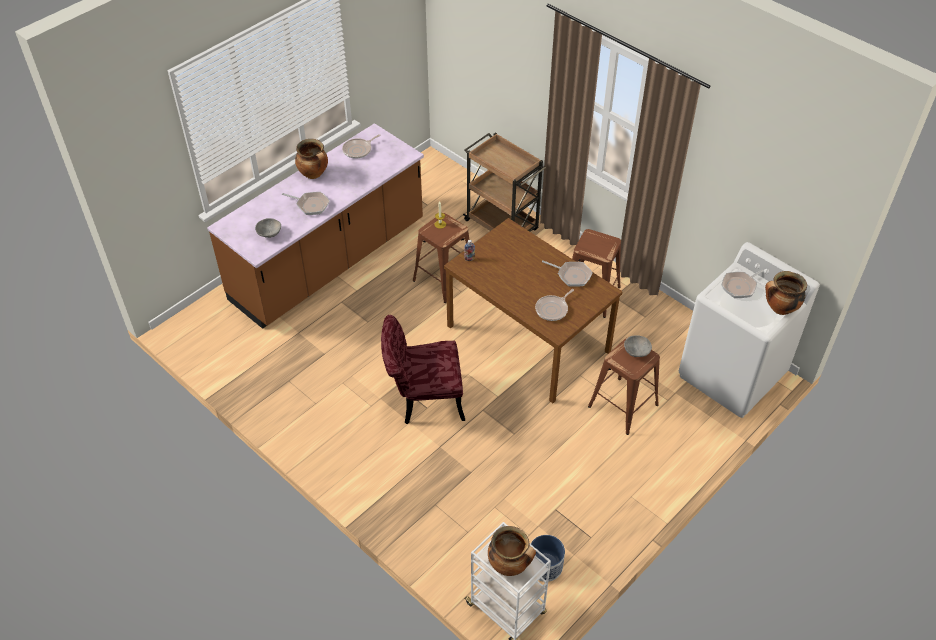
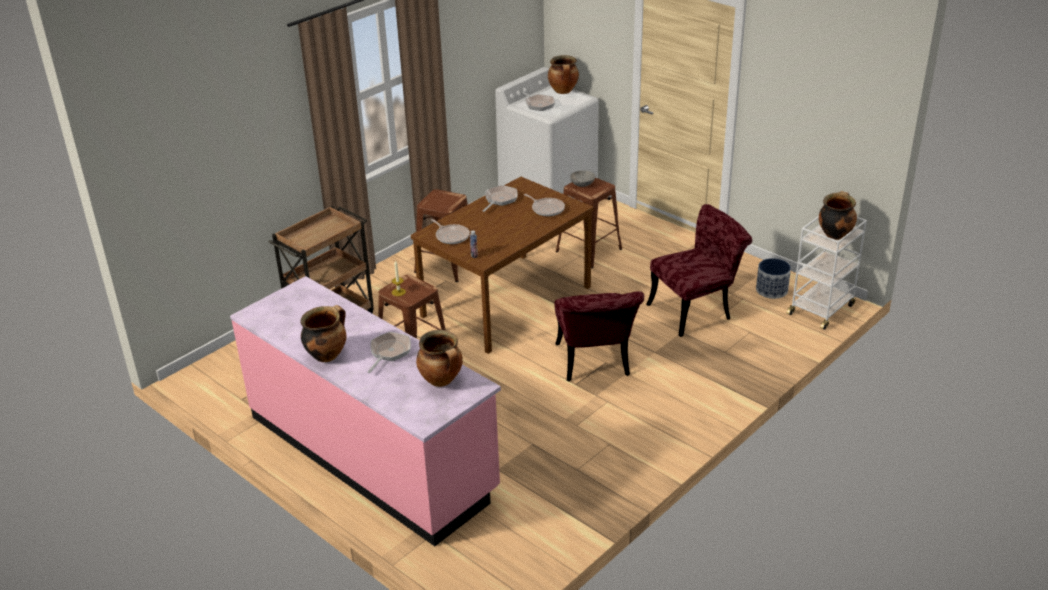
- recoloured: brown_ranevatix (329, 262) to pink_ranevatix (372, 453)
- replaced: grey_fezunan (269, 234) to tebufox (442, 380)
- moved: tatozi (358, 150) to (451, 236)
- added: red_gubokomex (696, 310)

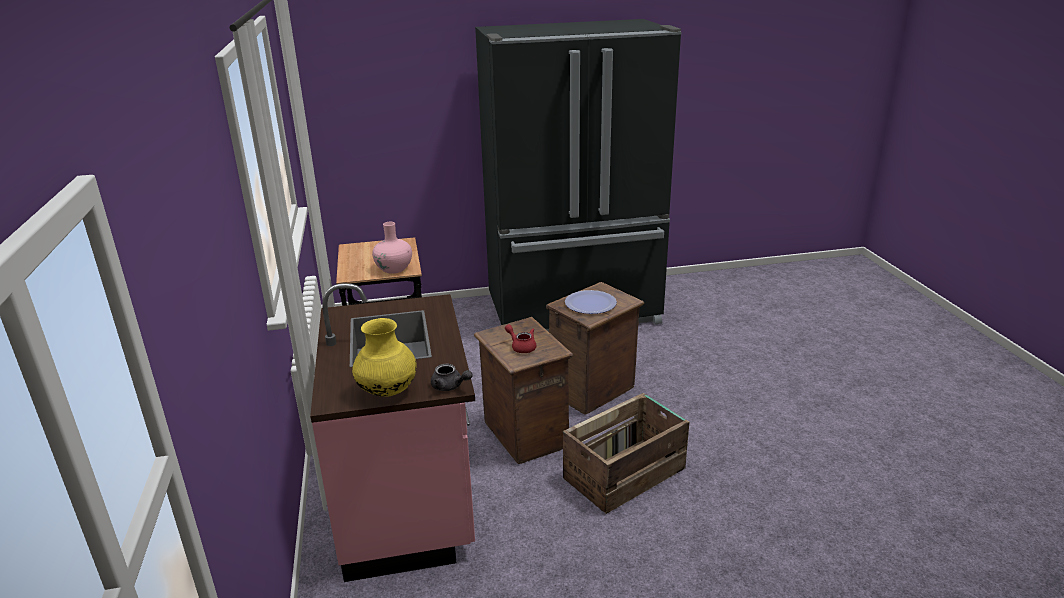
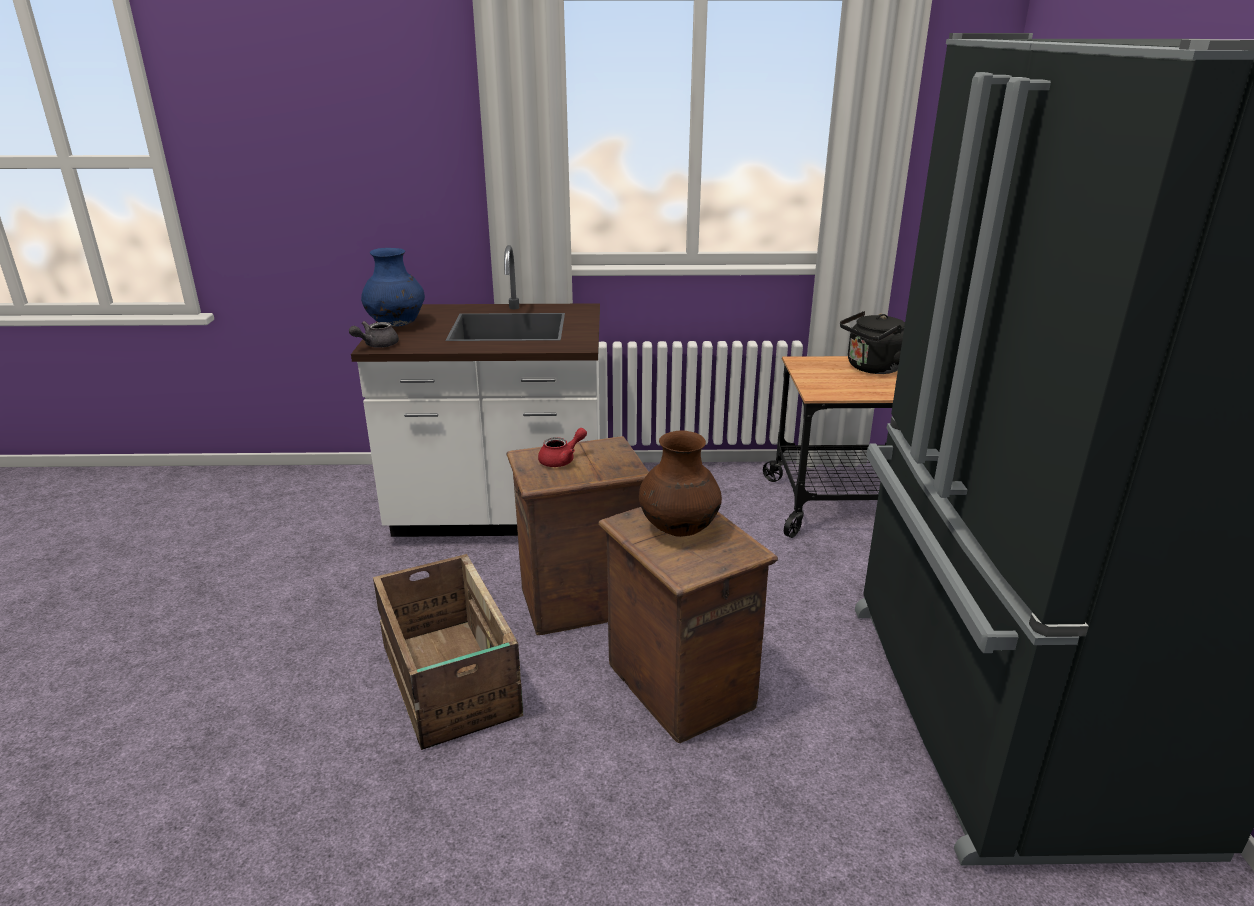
- recoloured: pink_ranevatix (408, 501) to white_ranevatix (500, 514)
- recoloured: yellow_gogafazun (388, 391) to blue_gogafazun (396, 325)
- removed: pink_gogafazun (394, 269)
- replaced: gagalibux (590, 303) to brown_gogafazun (678, 529)
- added: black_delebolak (872, 368)

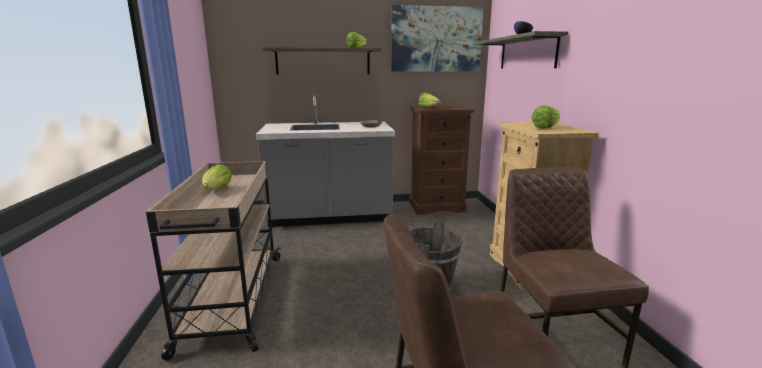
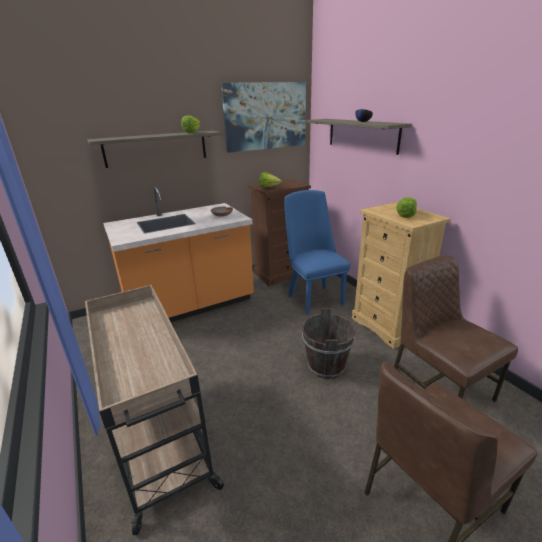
- removed: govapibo (217, 190)
- recoloured: grey_ranevatix (330, 216) to orange_ranevatix (190, 305)
- added: blue_gubokomex (313, 297)

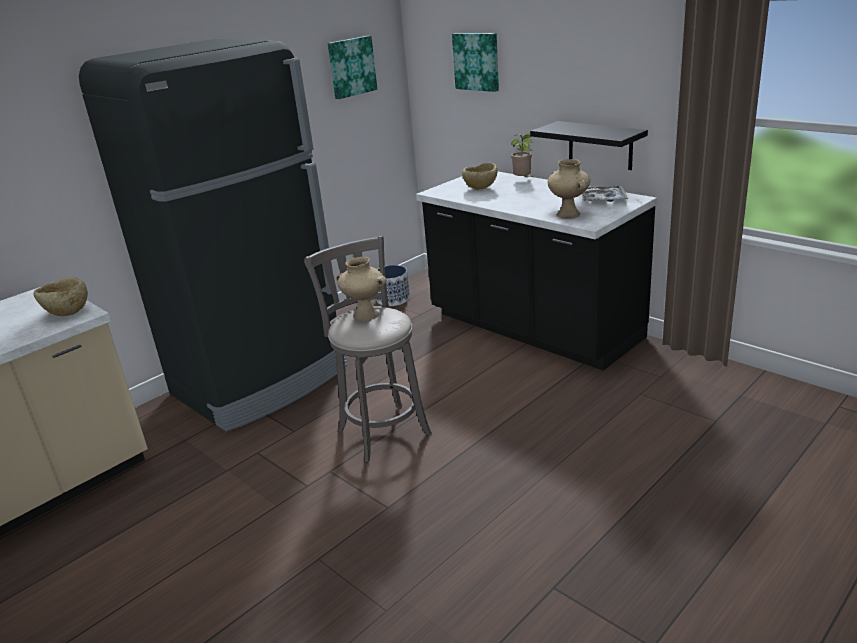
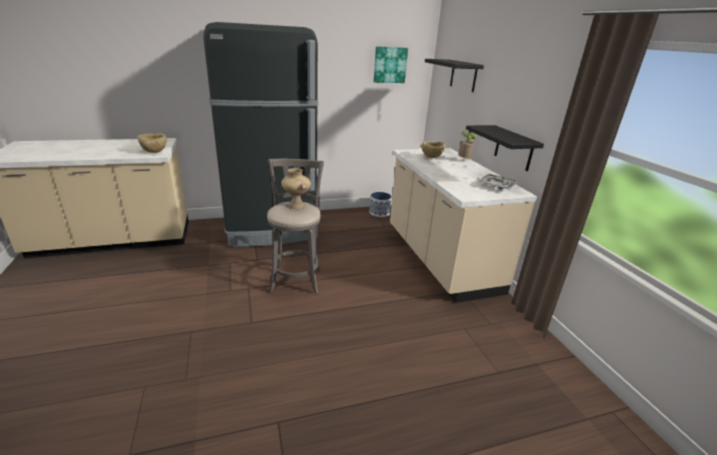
- recoloured: black_ranevatix (533, 328) to beige_ranevatix (439, 259)
- replaced: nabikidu (477, 61) to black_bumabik (463, 75)
- removed: beige_gogafazun (569, 214)

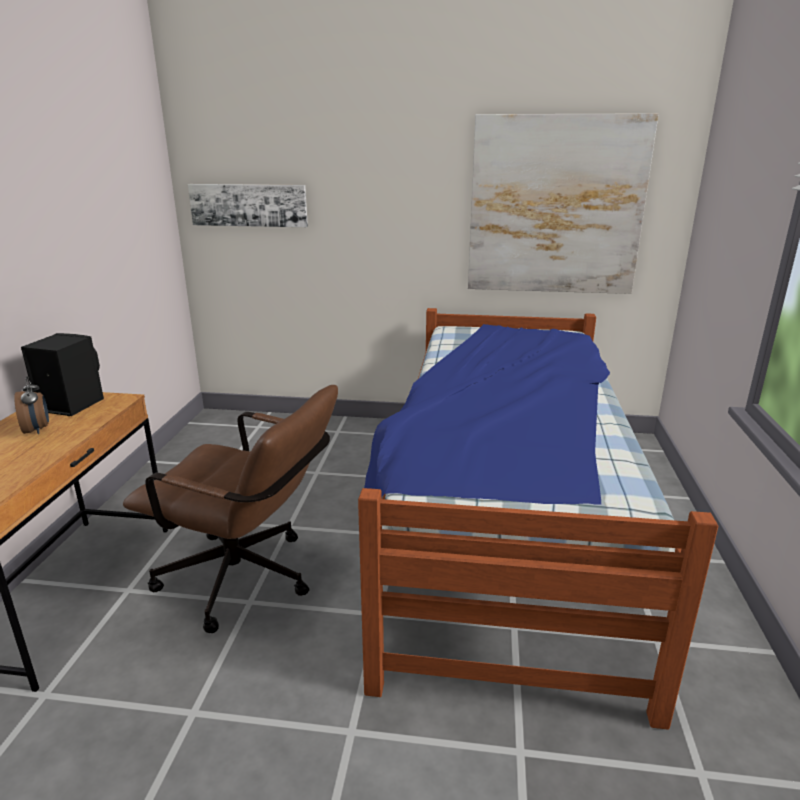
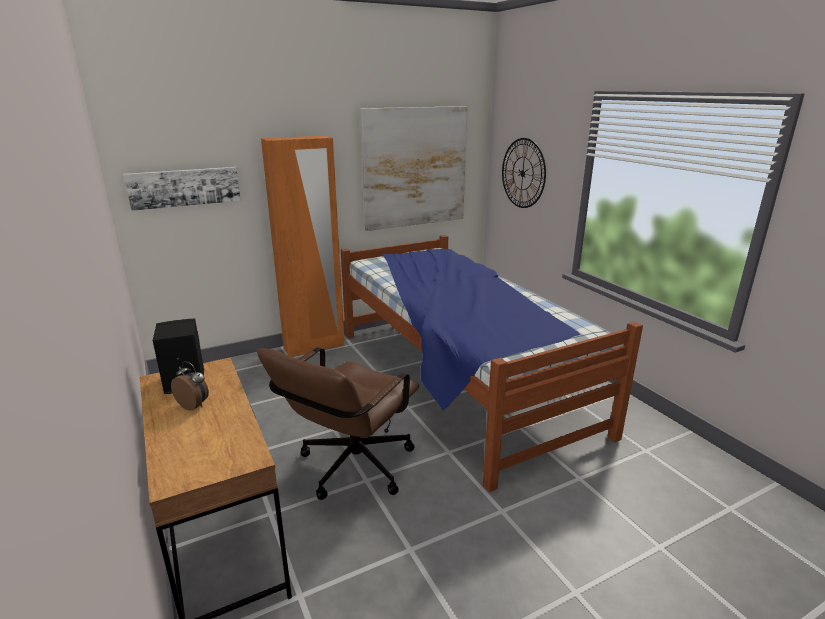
- turned: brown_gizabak (248, 581) = (350, 470) 135 degrees clockwise
- added: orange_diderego (314, 347)
- added: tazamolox (523, 173)

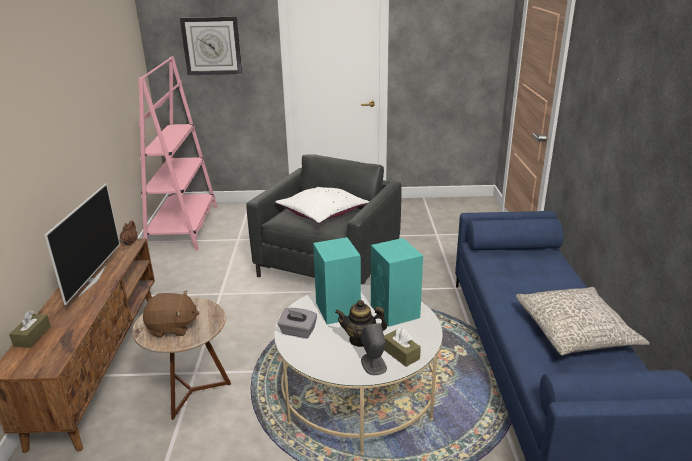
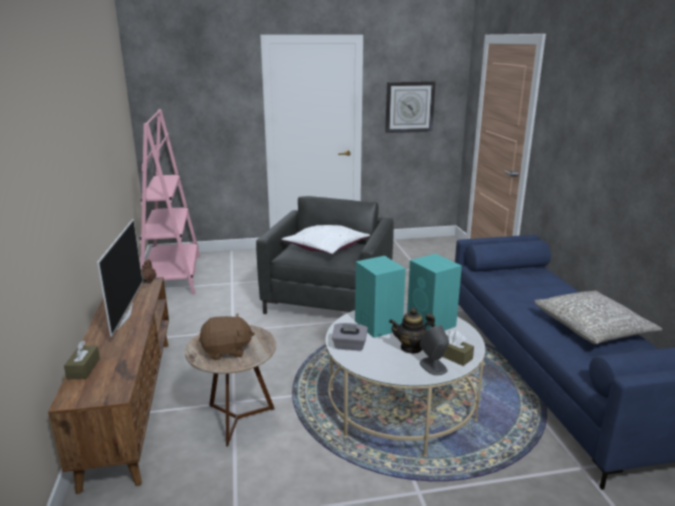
- moved: tazamolox (212, 46) to (409, 107)

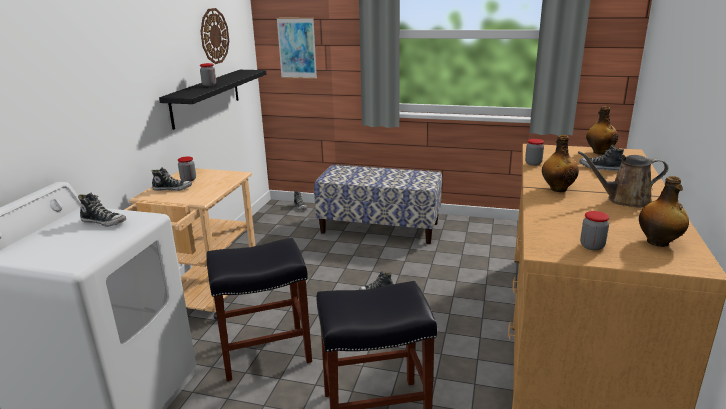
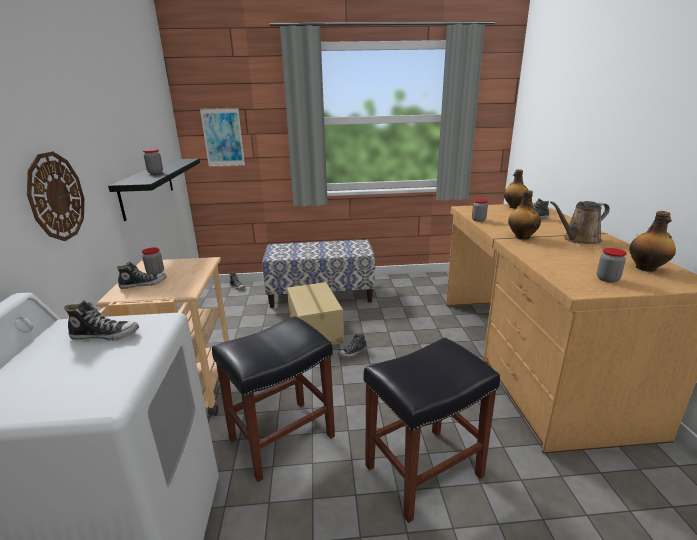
- moved: tazamolox (214, 36) to (56, 196)
- added: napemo (316, 329)

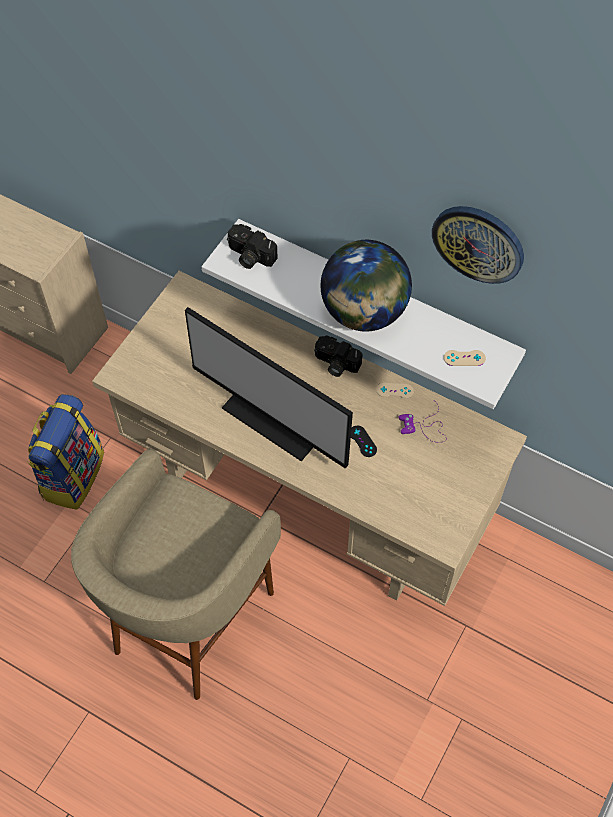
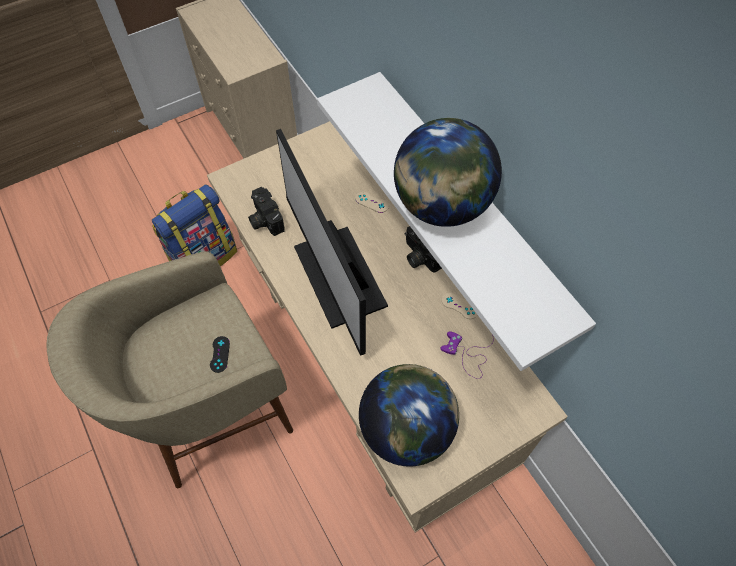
- moved: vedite (249, 256) to (264, 219)
- moved: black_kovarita (363, 441) to (220, 354)
- removed: tazamolox (478, 243)
- moved: beige_kovarita (464, 358) to (371, 202)
- added: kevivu (407, 429)

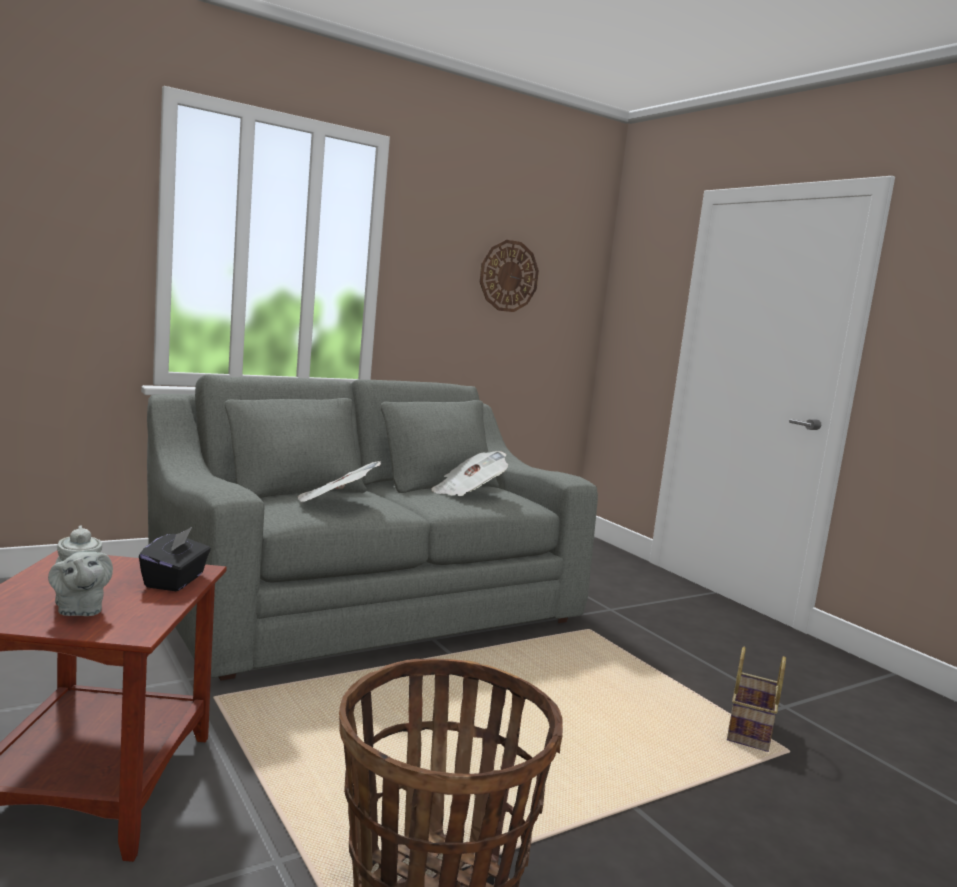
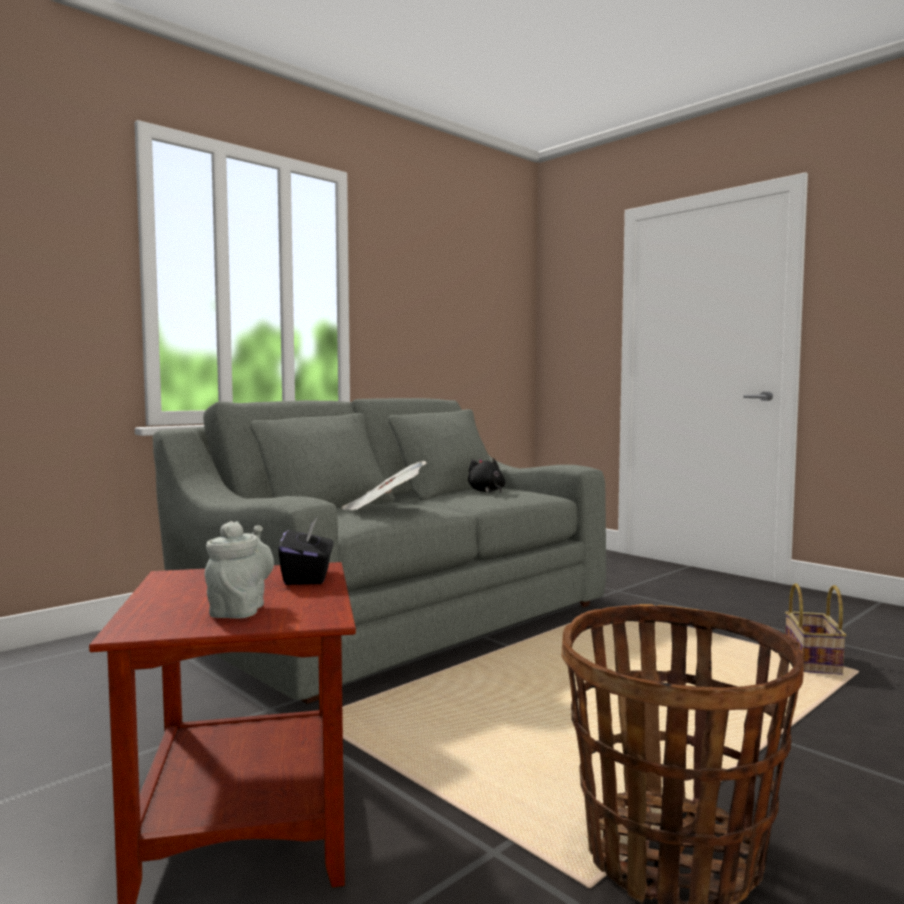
- turned: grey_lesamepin (79, 609) = (239, 609) 135 degrees counterclockwise
- replaced: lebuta (468, 492) to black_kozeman (487, 491)
- removed: tazamolox (508, 276)

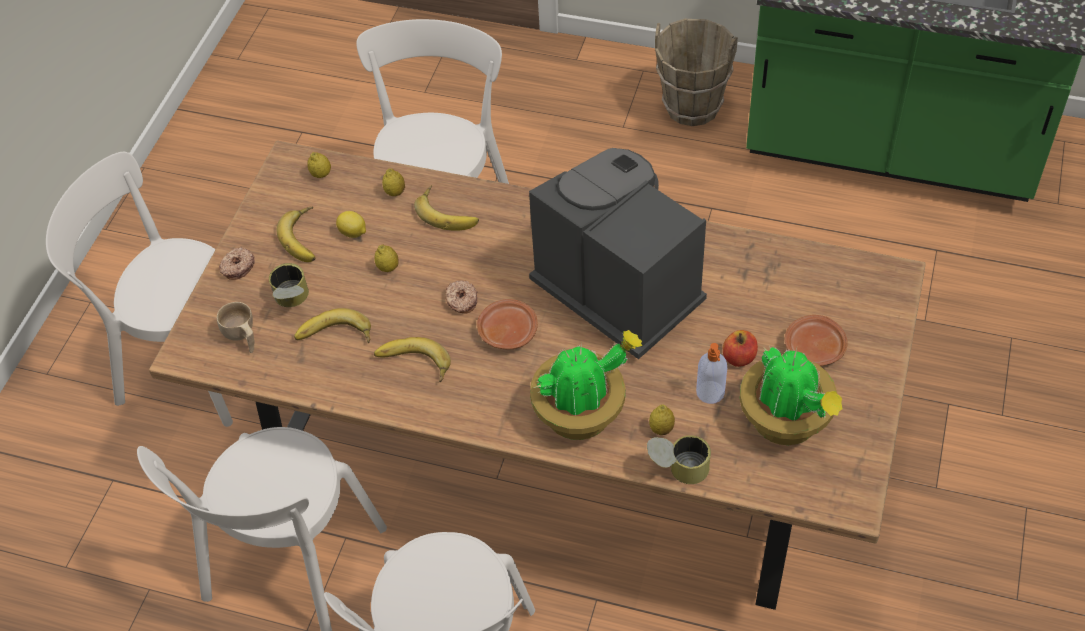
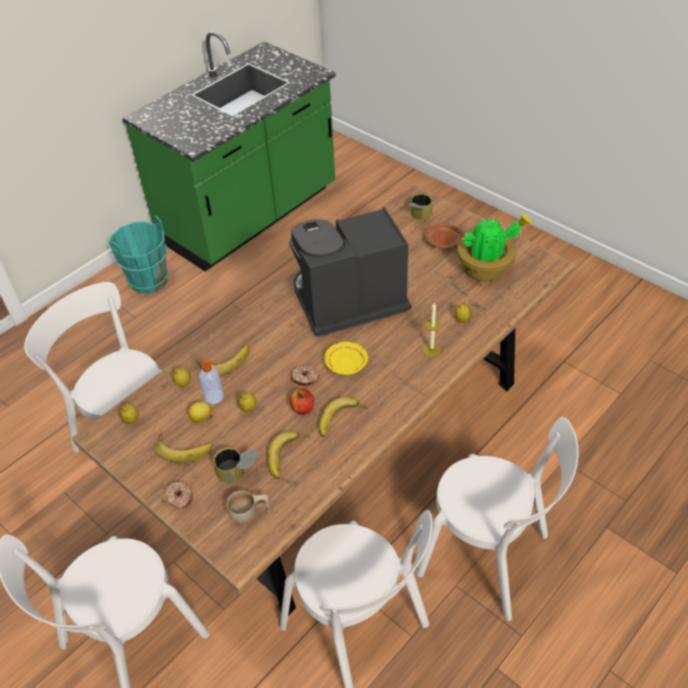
- recoloured: brown_gagalibux (507, 331) to yellow_gagalibux (345, 363)
- replaced: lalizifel (582, 413) to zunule (431, 350)
- moved: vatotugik (677, 469) to (419, 217)
- recoloured: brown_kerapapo (692, 106) to turquoise_kerapapo (148, 281)
- moved: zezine (710, 393) to (215, 397)
- moved: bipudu (739, 357) to (302, 408)

